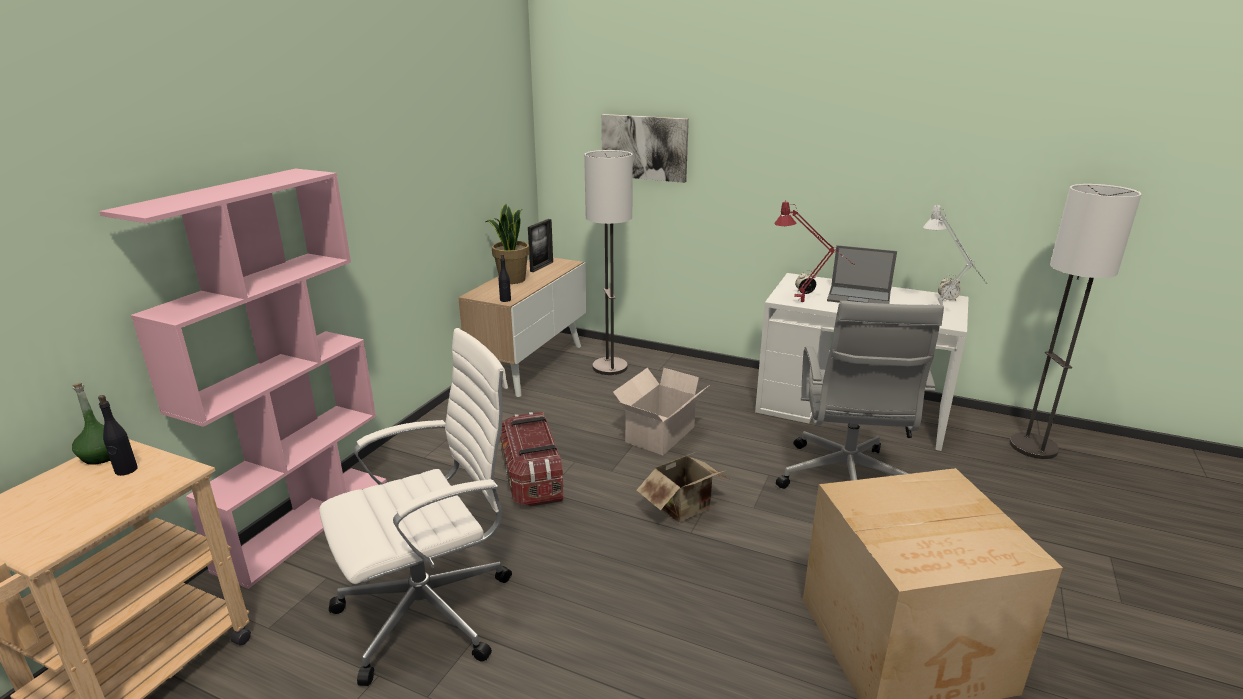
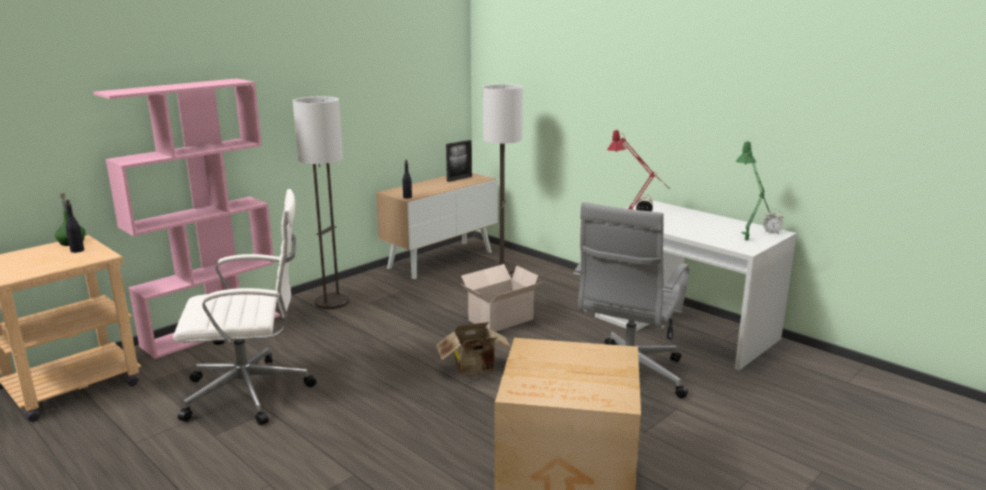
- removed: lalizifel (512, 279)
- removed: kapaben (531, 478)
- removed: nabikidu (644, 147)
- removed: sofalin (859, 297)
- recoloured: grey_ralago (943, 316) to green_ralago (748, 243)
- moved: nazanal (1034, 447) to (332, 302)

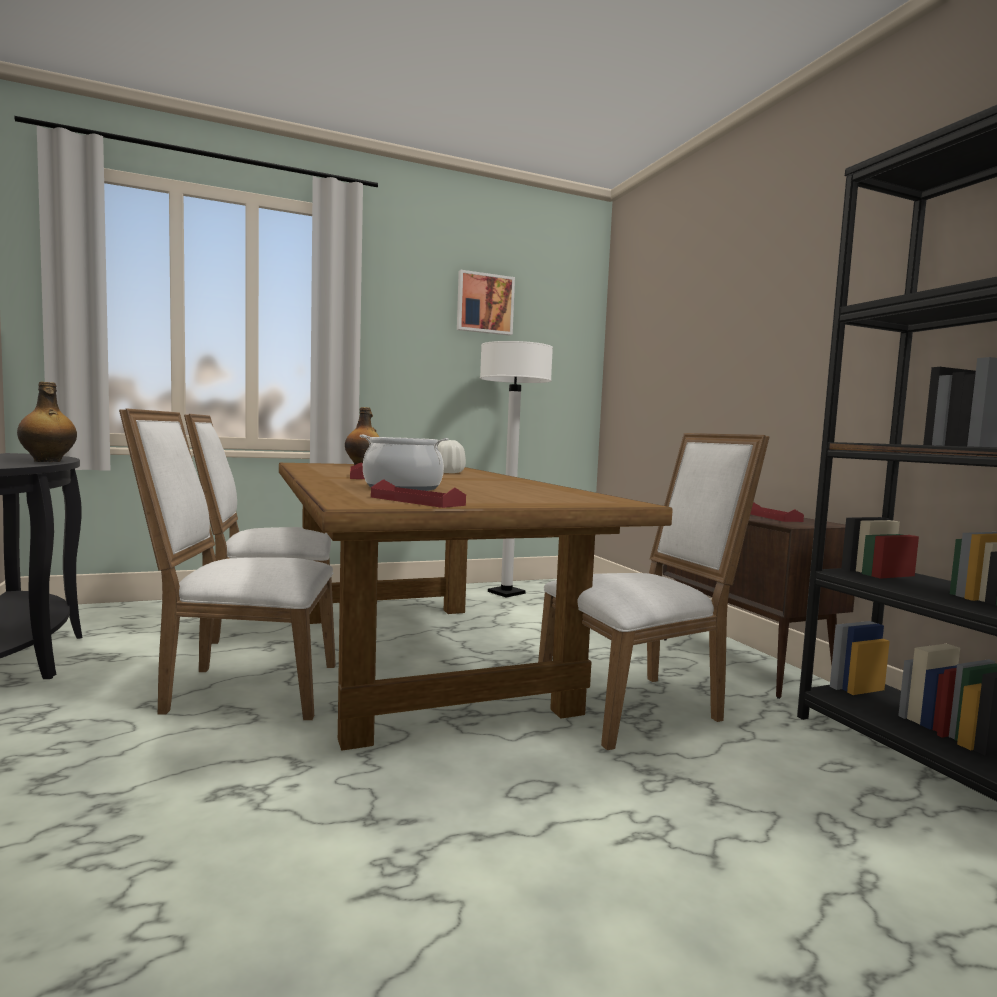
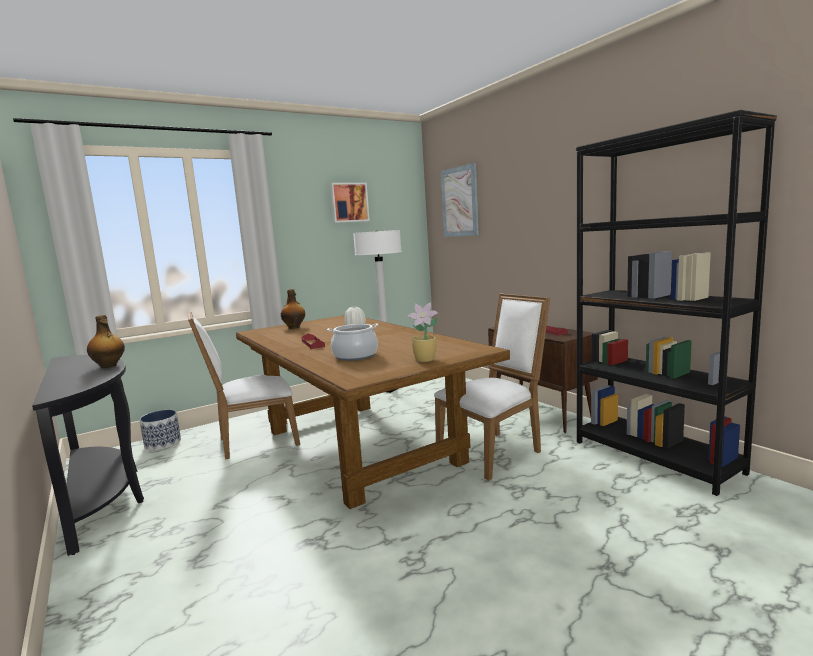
- removed: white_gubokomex (243, 689)
- removed: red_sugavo (416, 501)
- added: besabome (163, 443)
- added: lalizifel (426, 360)
- added: nabikidu (459, 202)

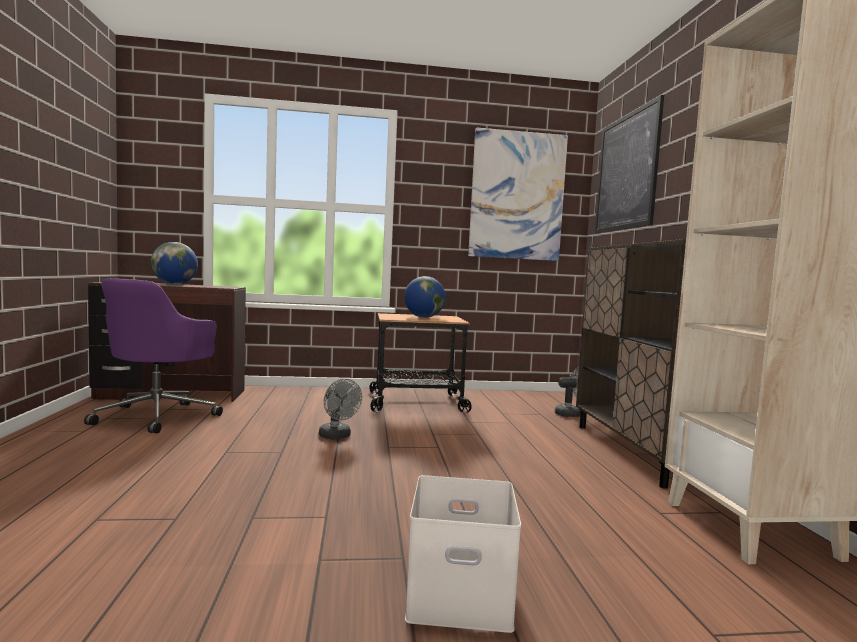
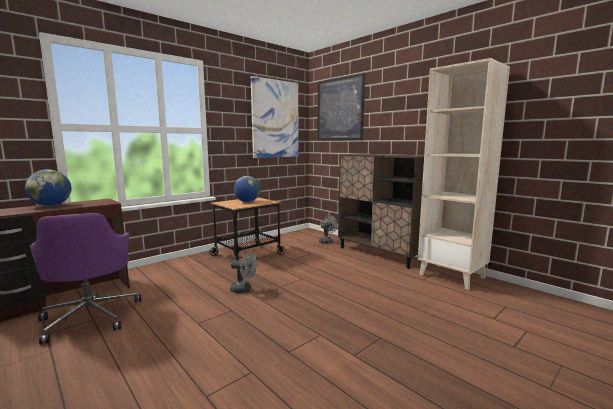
- removed: white_kapaben (457, 595)

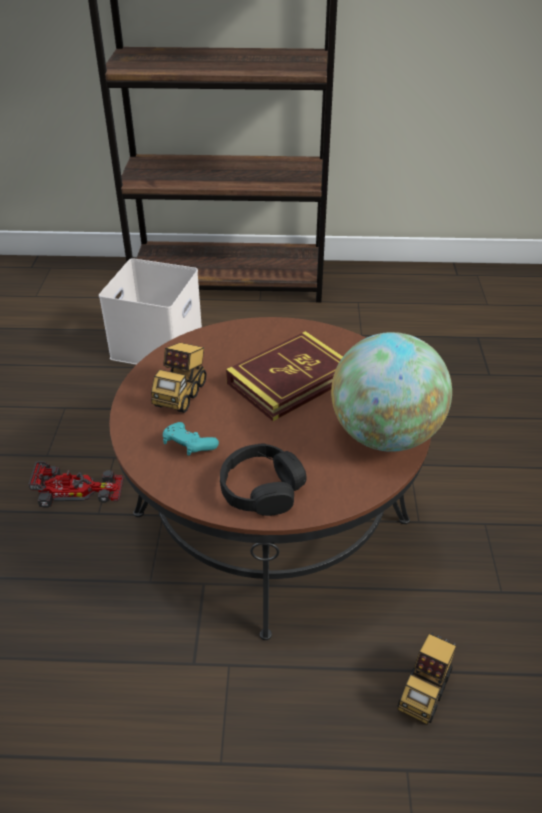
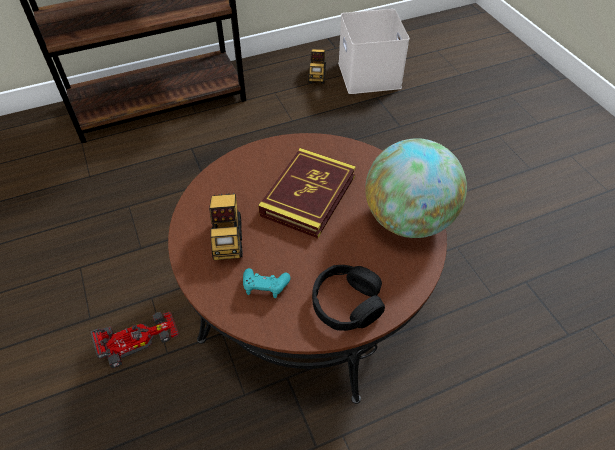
- moved: white_kapaben (156, 343) to (367, 74)
- moved: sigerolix (424, 689) to (317, 75)

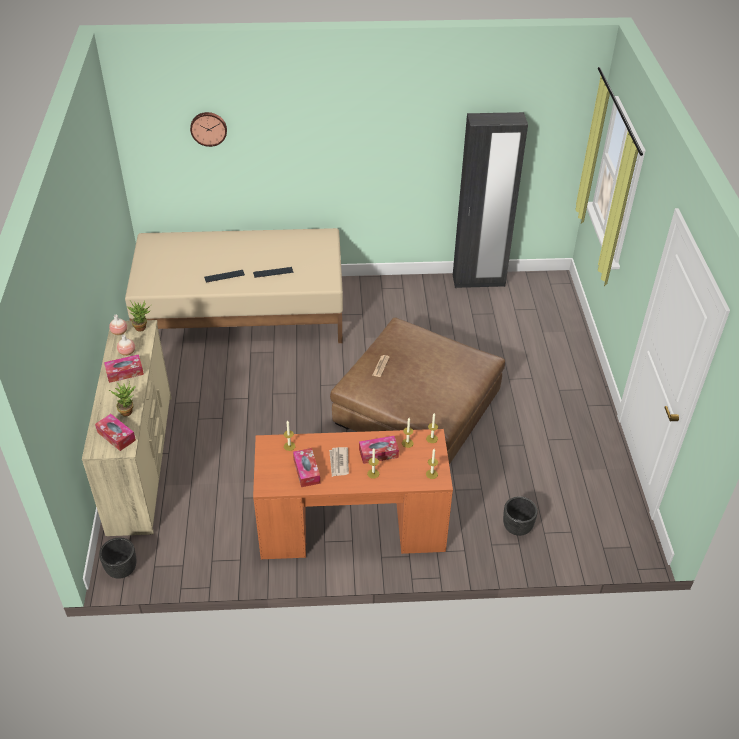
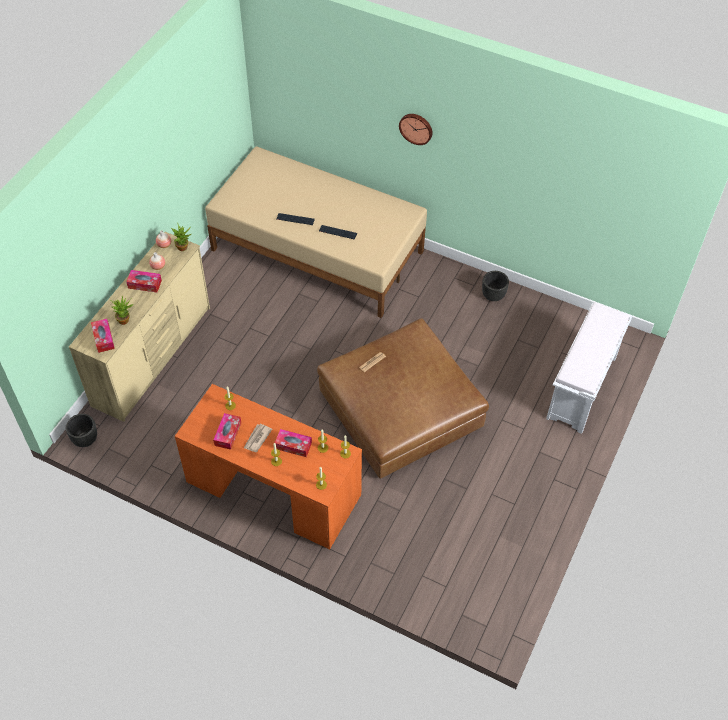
- moved: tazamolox (208, 128) to (416, 128)
- removed: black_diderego (478, 281)
- moved: black_besabome (517, 527) to (493, 295)
- added: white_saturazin (581, 389)

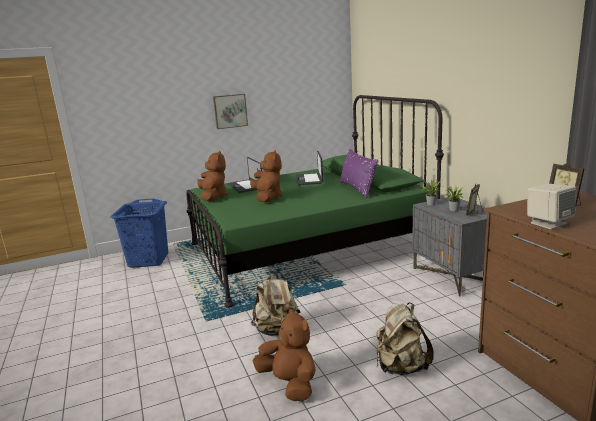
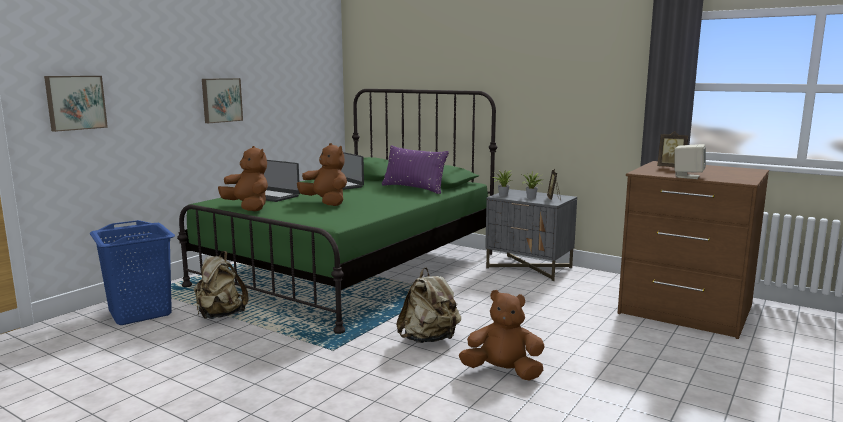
- moved: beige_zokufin (401, 367) to (220, 315)
- added: nabikidu (75, 102)

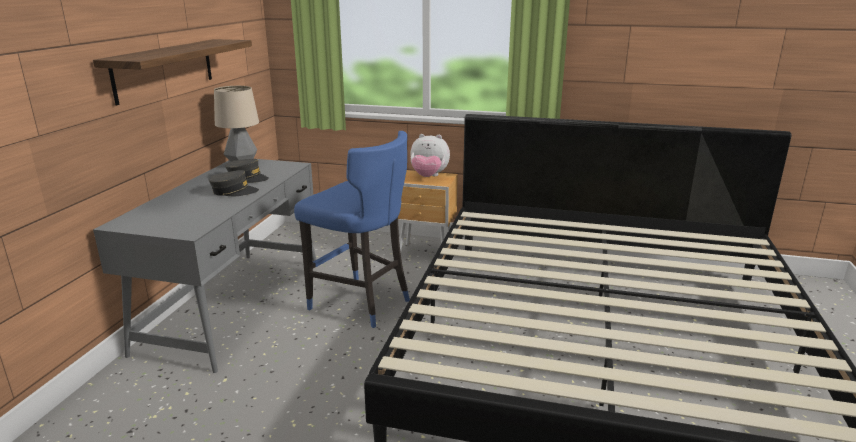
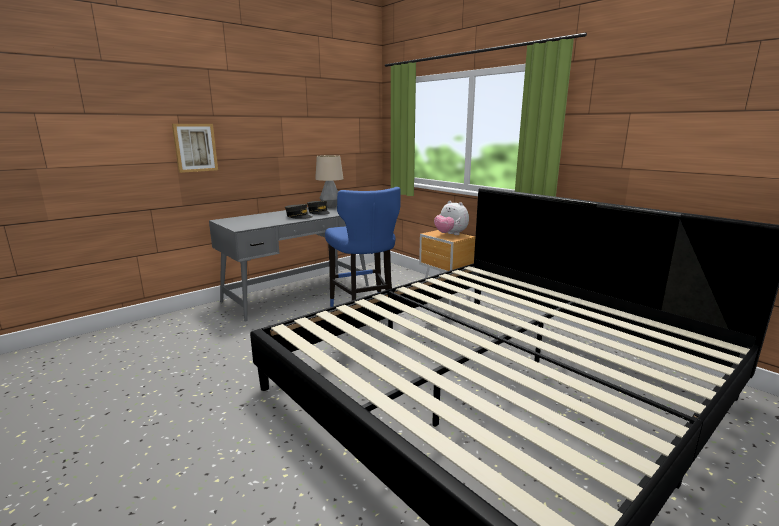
- removed: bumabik (164, 69)
- added: nabikidu (195, 147)

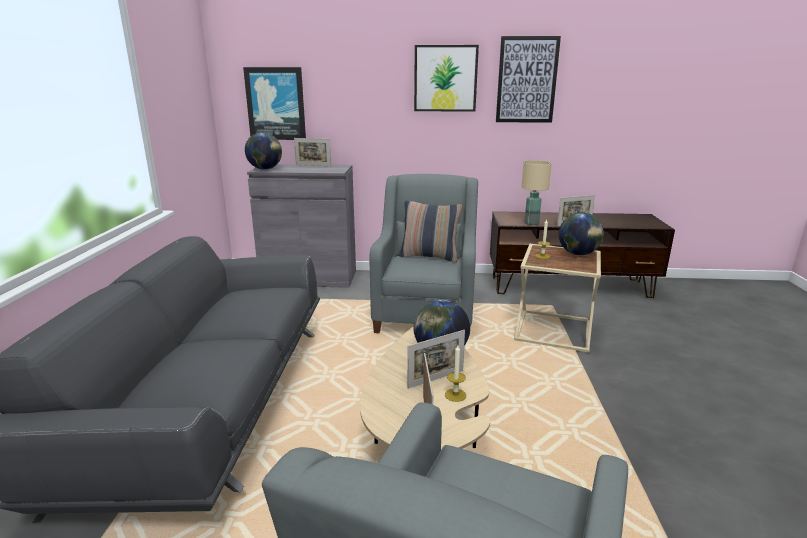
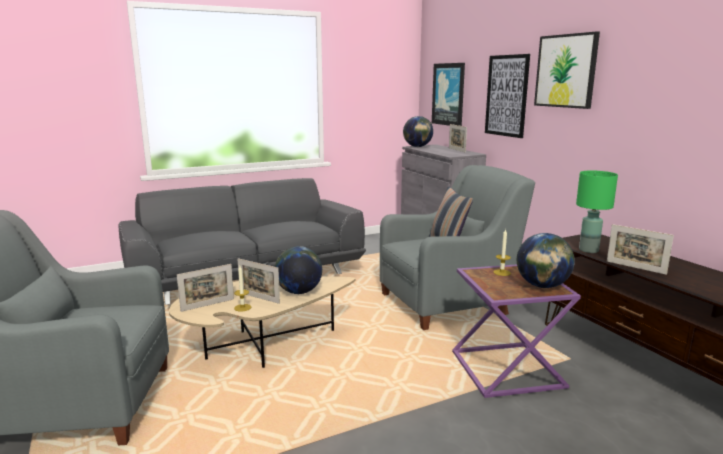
- moved: nabikidu (527, 80) to (506, 96)
- recoloured: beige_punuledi (554, 330) to purple_punuledi (509, 370)
- recoloured: beige_ralago (531, 223) to green_ralago (588, 250)

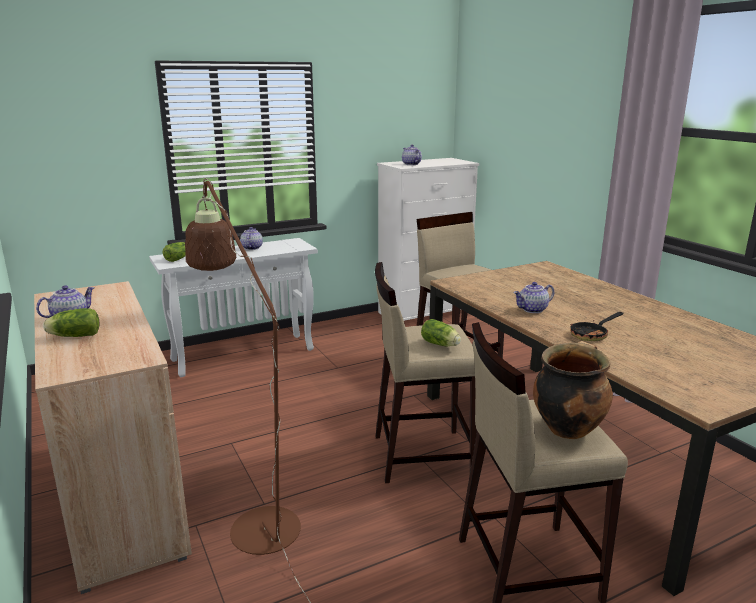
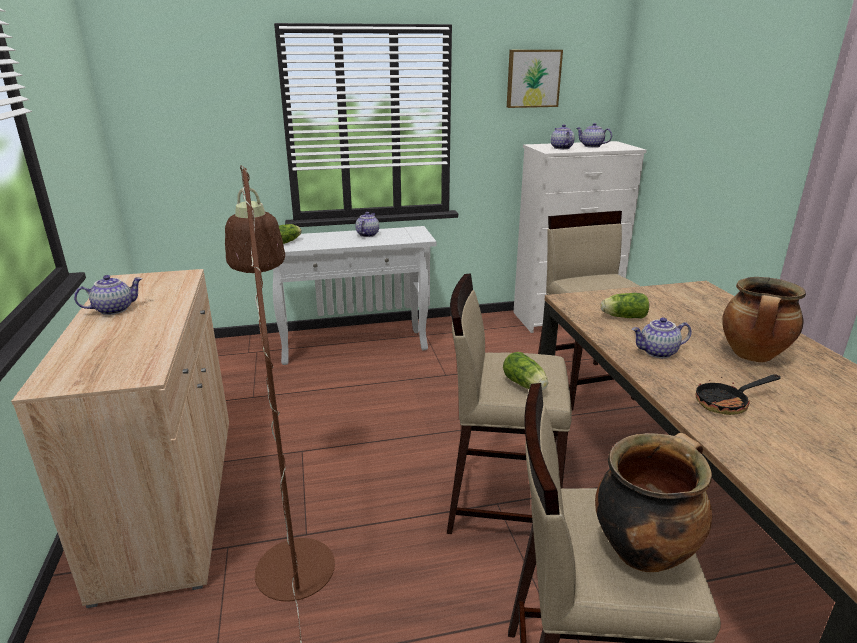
- moved: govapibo (73, 336) to (622, 317)
- added: nabikidu (533, 78)
- added: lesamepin (591, 146)
- added: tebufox (753, 356)

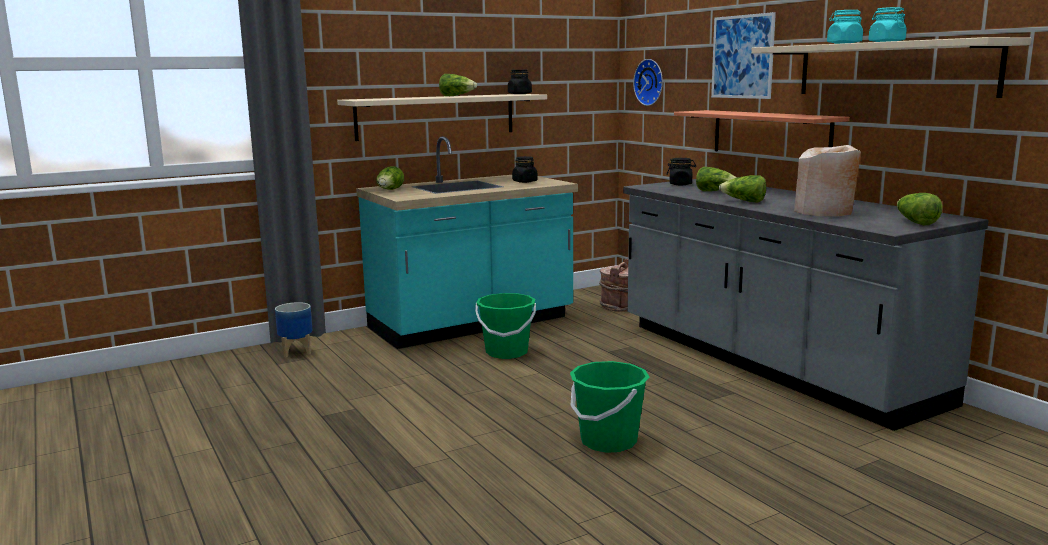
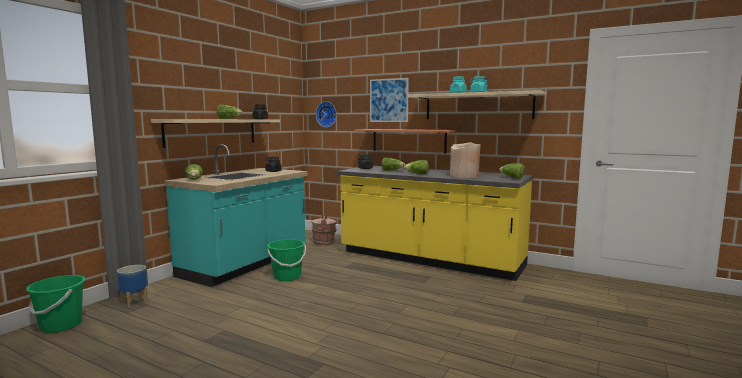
- moved: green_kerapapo (608, 441) to (61, 325)
- recoloured: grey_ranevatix (770, 363) to yellow_ranevatix (429, 259)

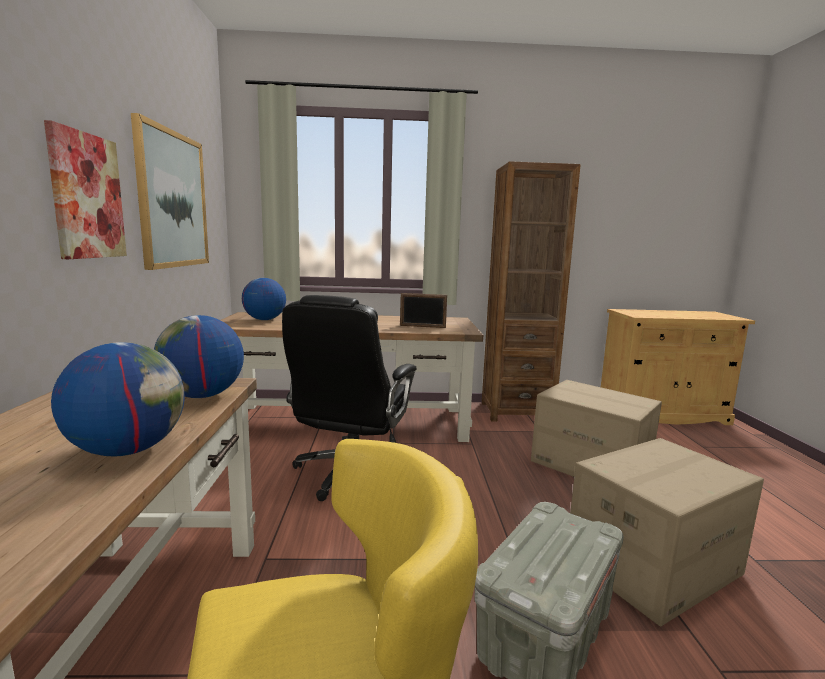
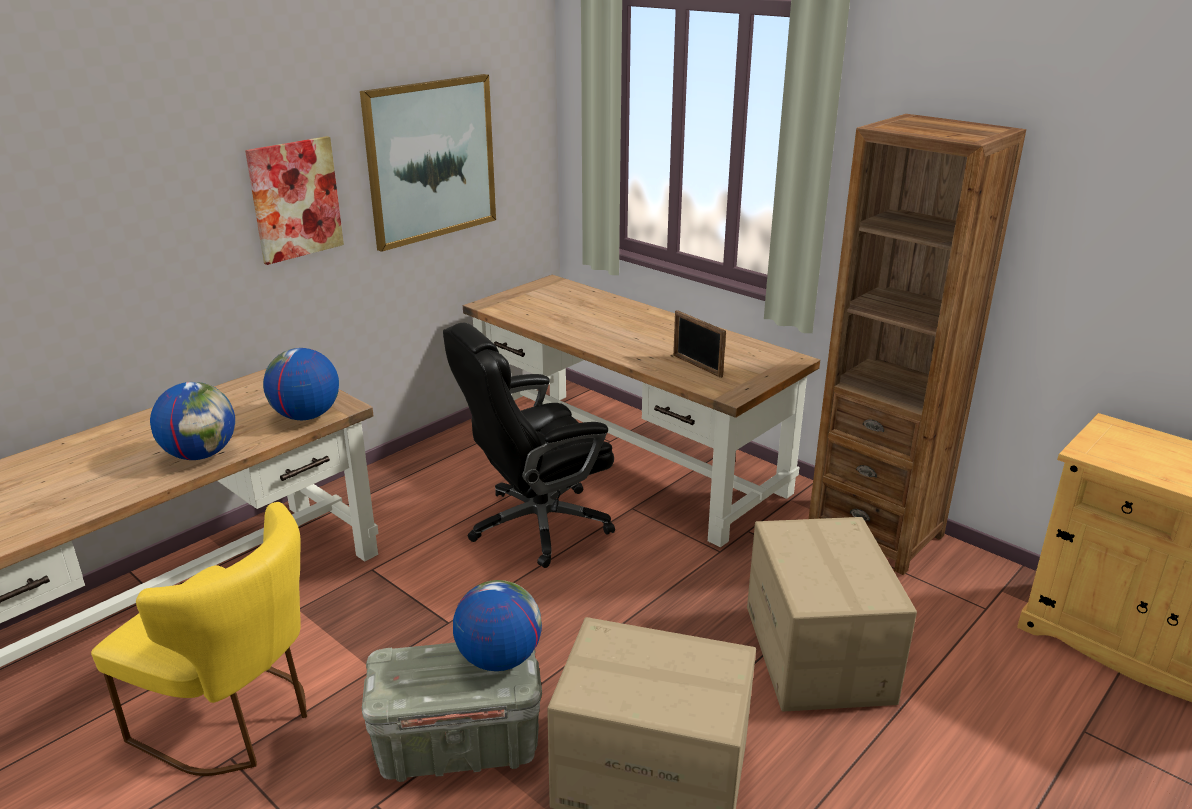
- moved: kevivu (264, 320) to (499, 659)

